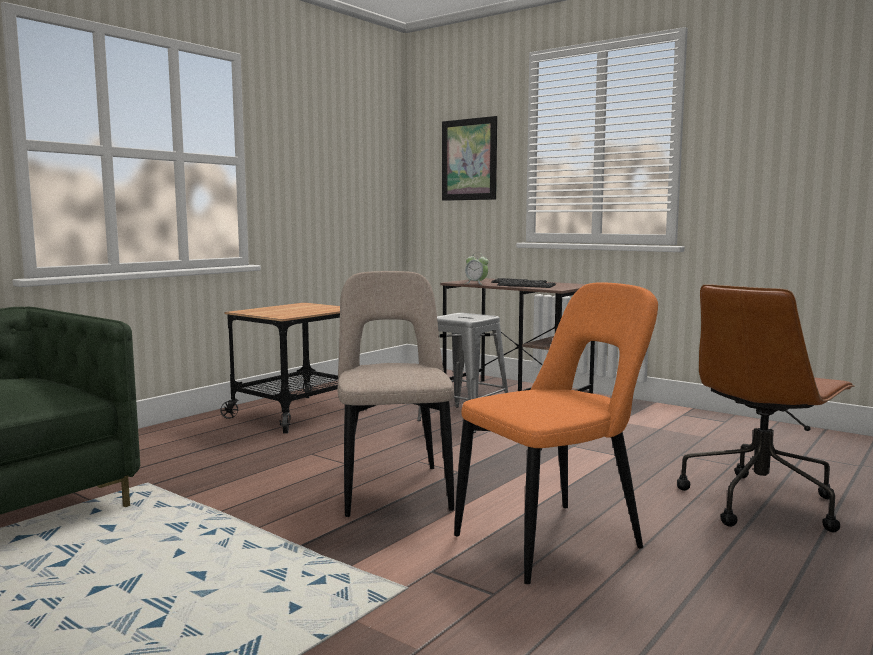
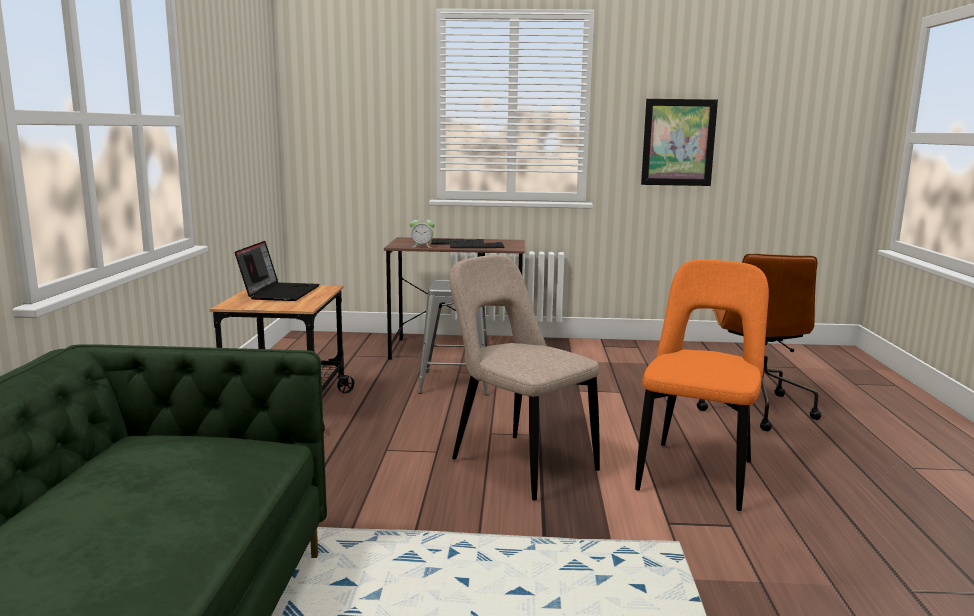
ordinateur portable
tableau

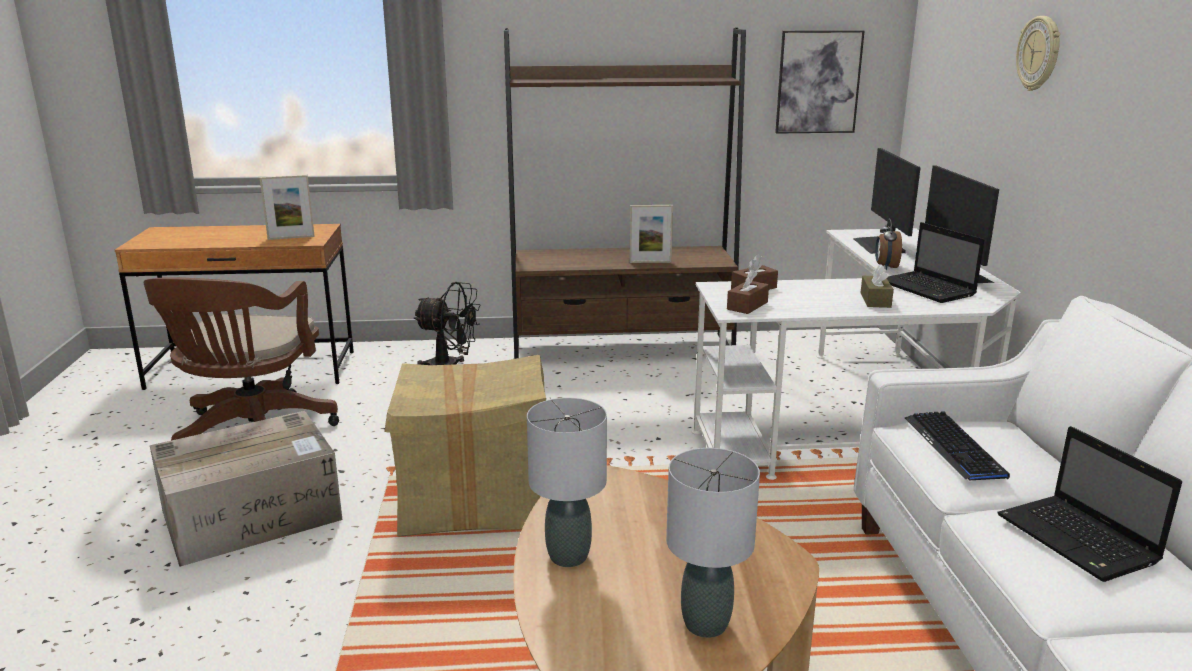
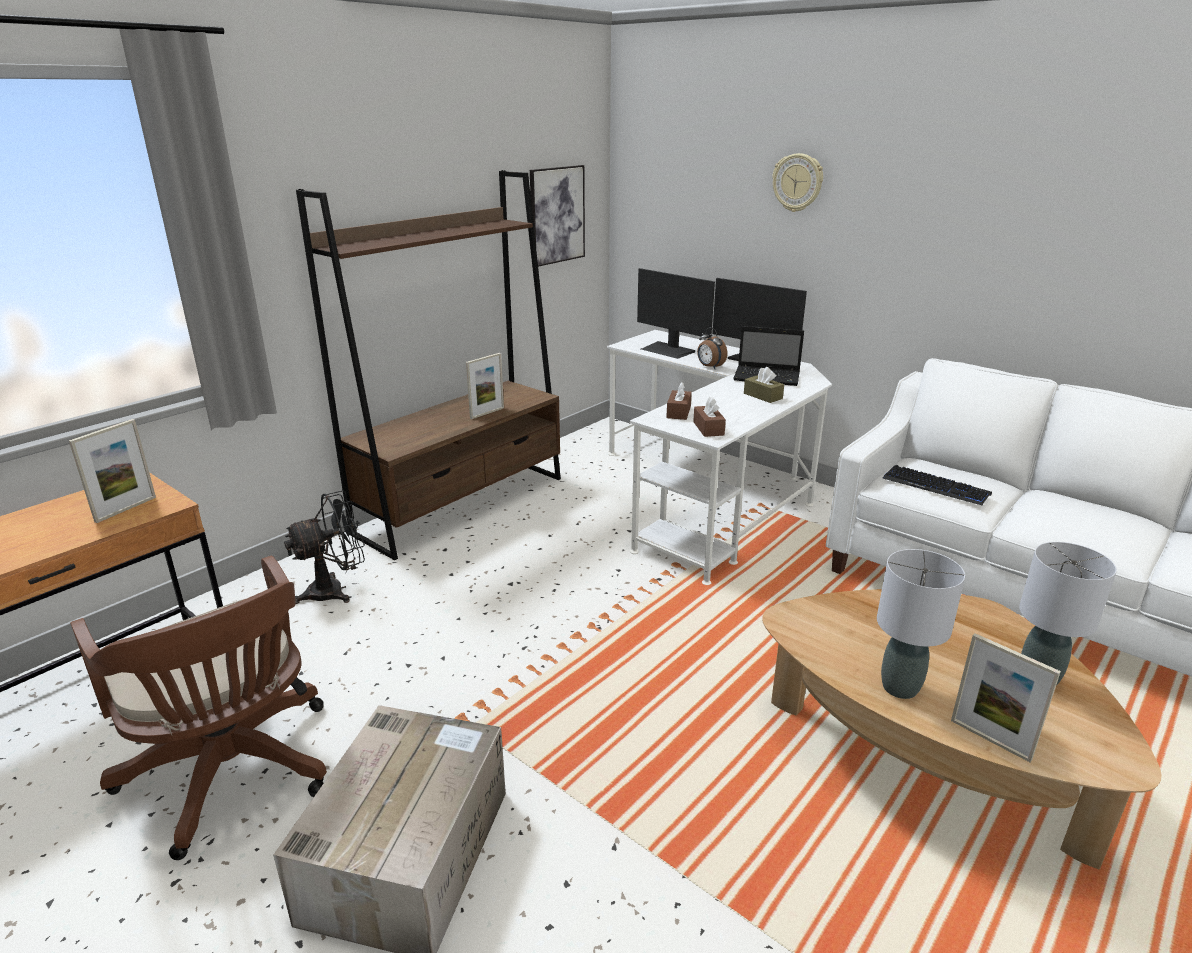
carton (2nd from left in the first image)
ordinateur portable (2nd from left in the first image)
cadre photo (3rd from left)

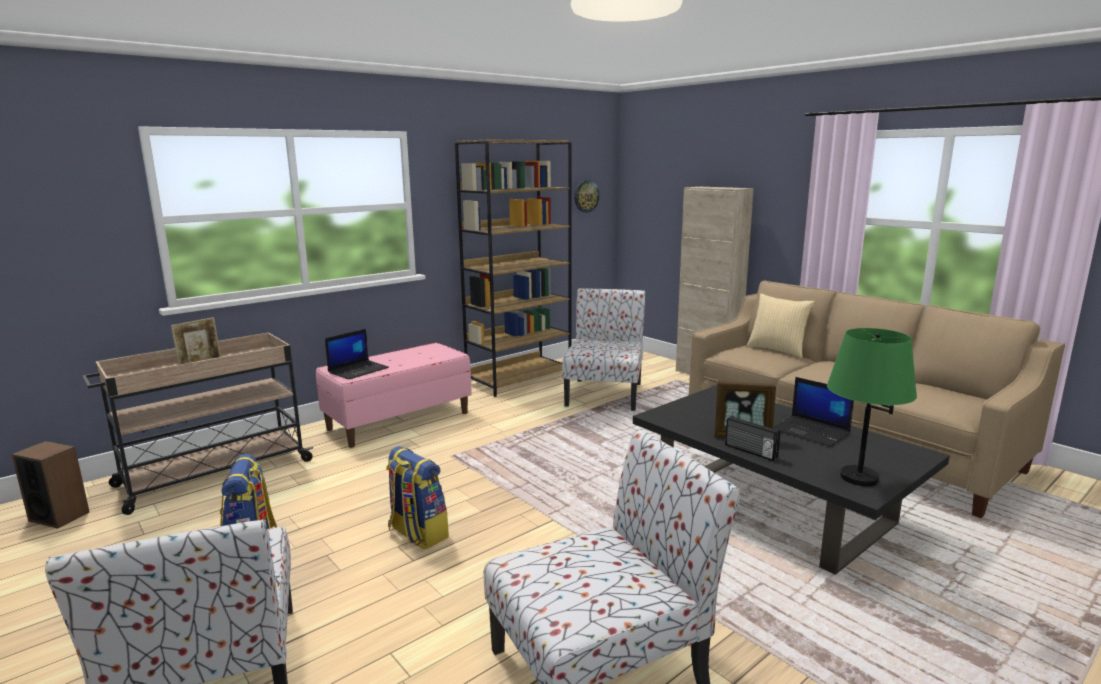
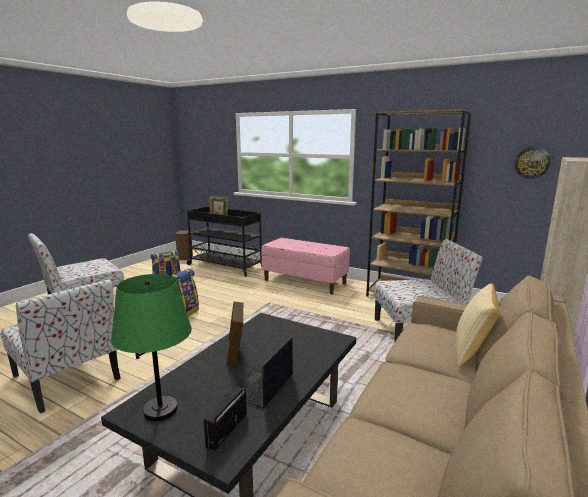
ordinateur portable (1st from left in the first image)
radio
chariot [noir]

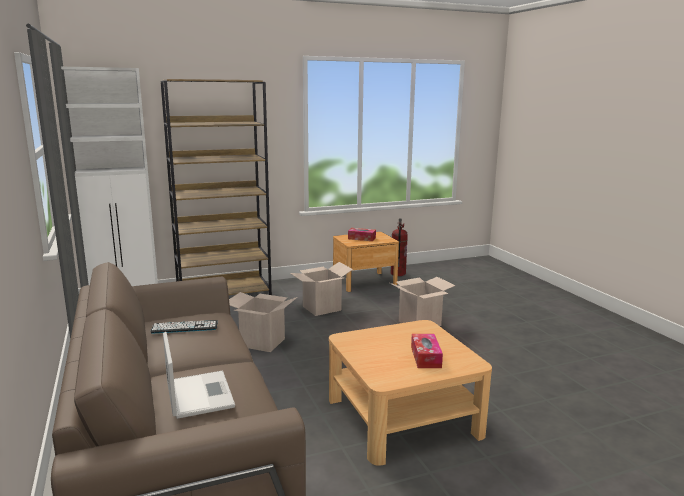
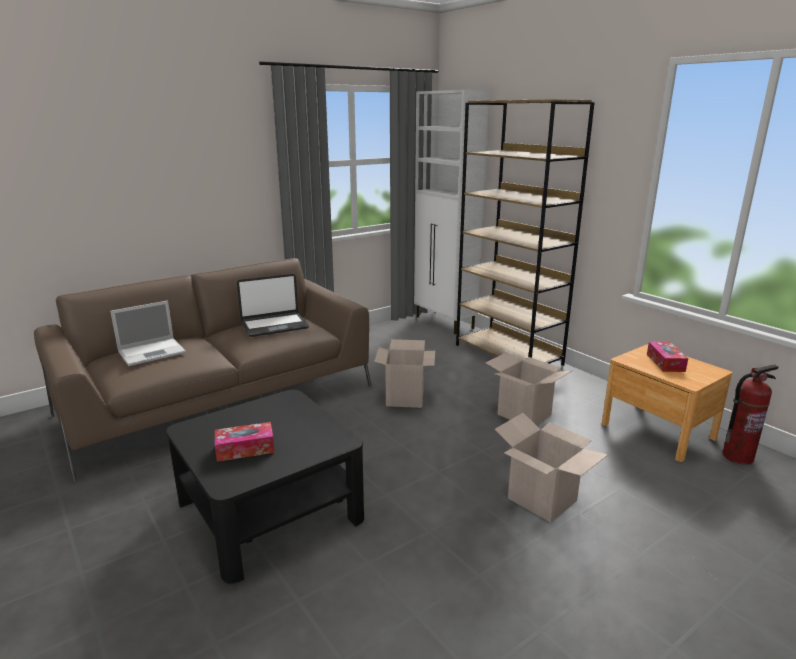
ordinateur portable (2nd from left)
table basse [noir]

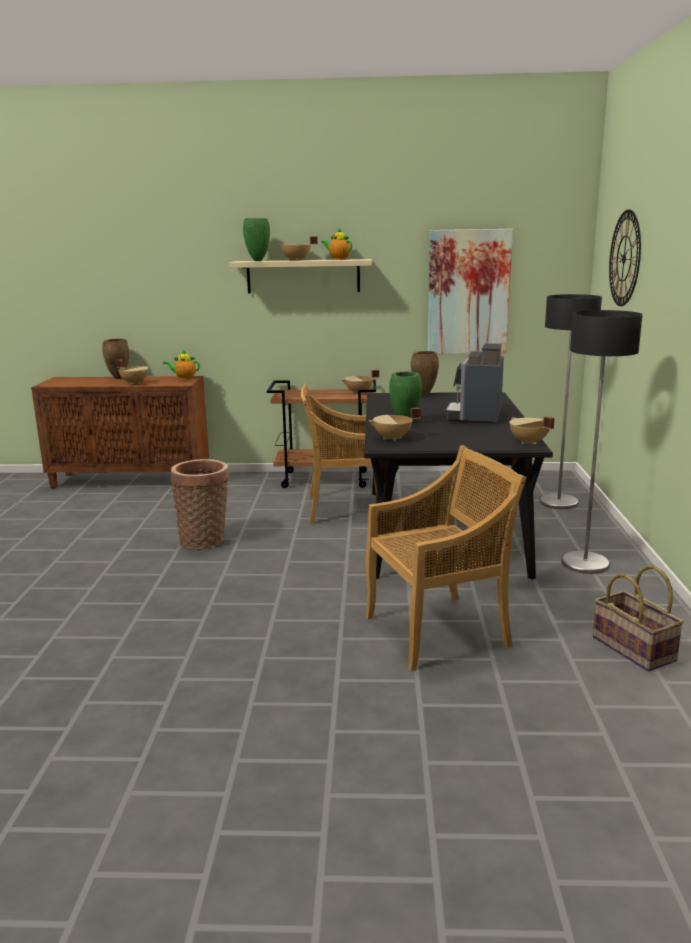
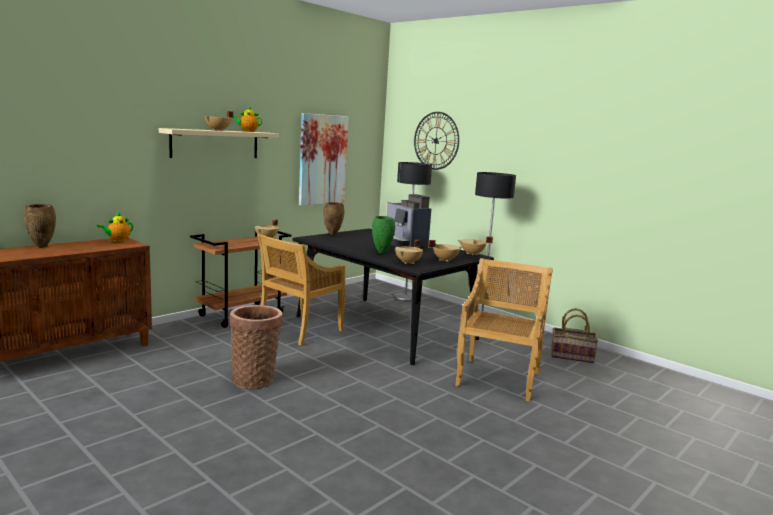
vase [vert] (1st from left in the first image)
marmite [beige] (4th from left)

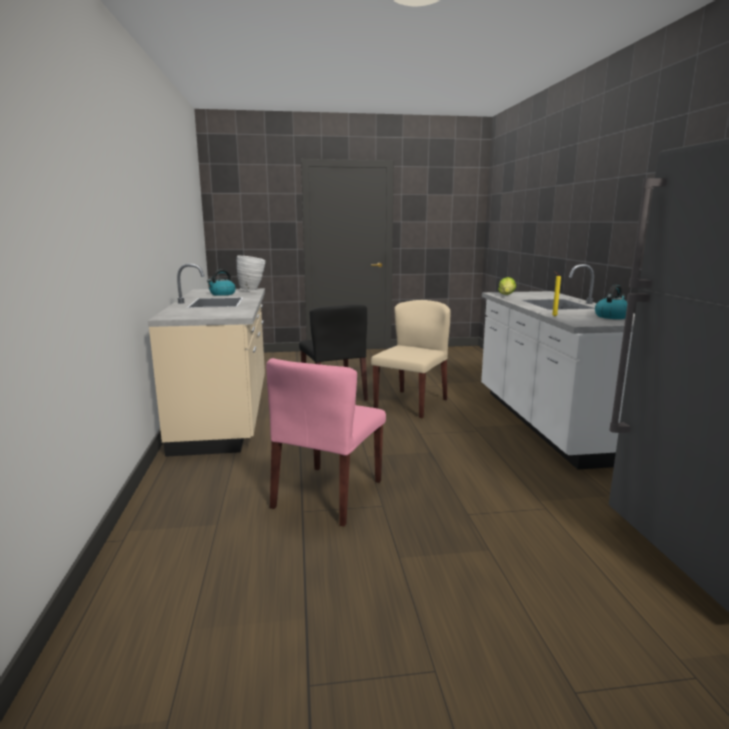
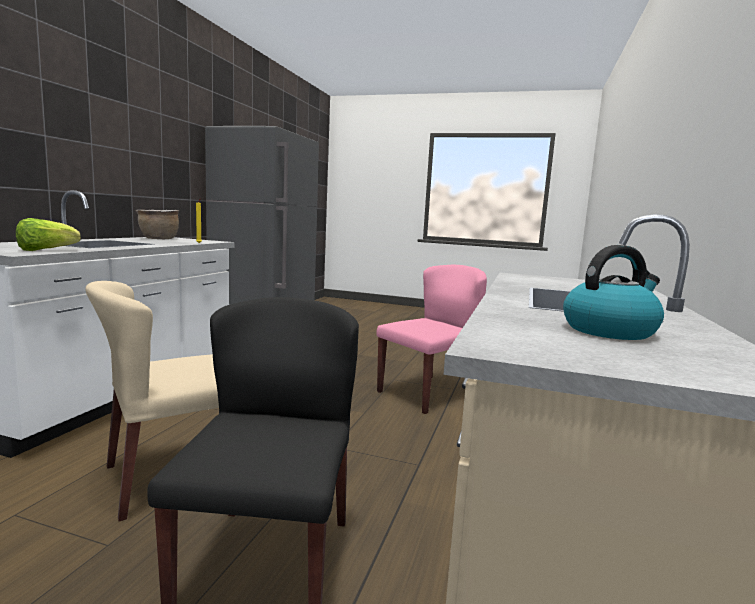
vase [blanc]
marmite [marron]

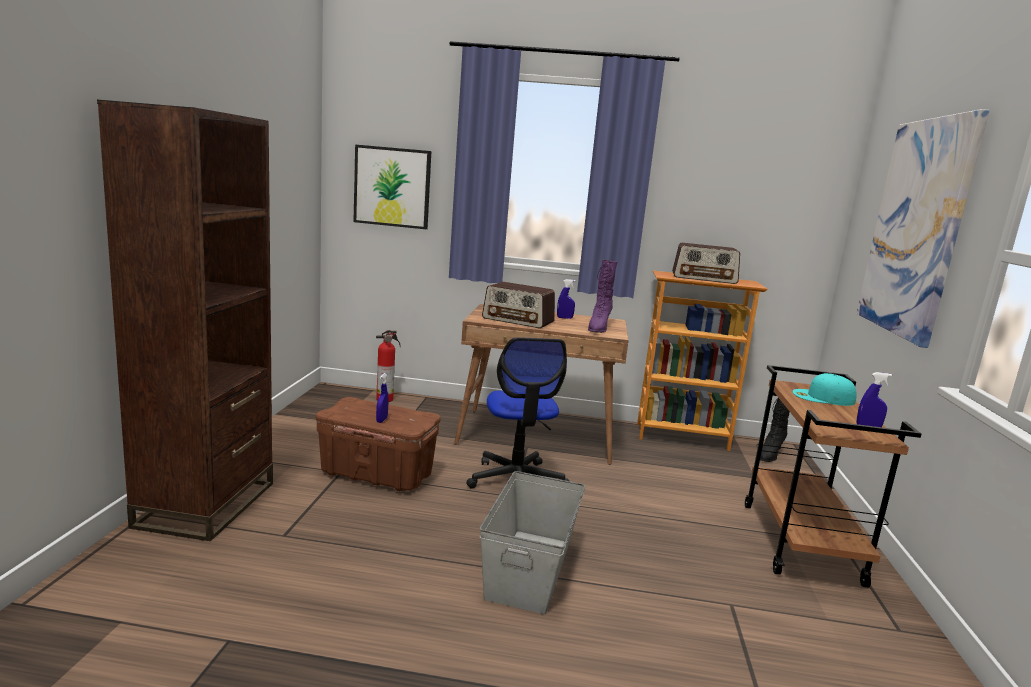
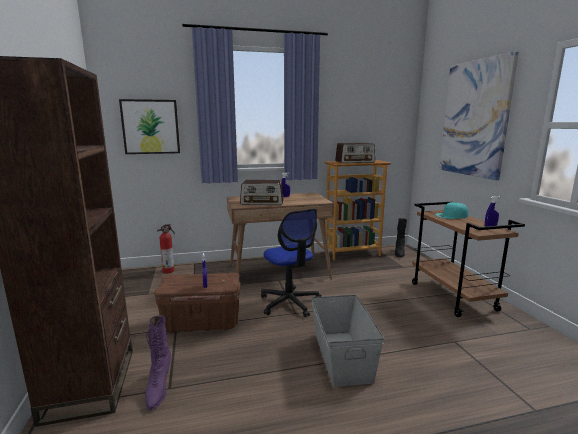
botte [violet]

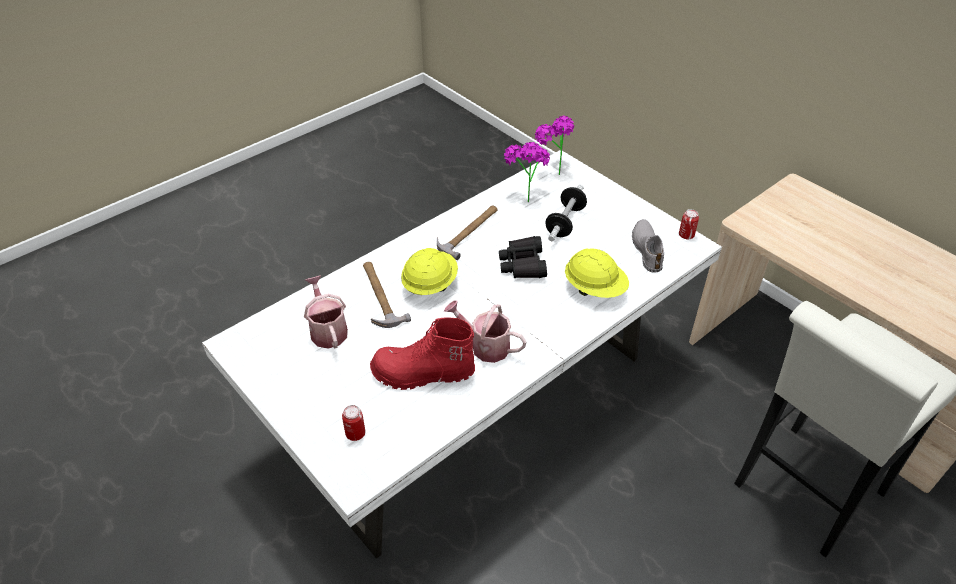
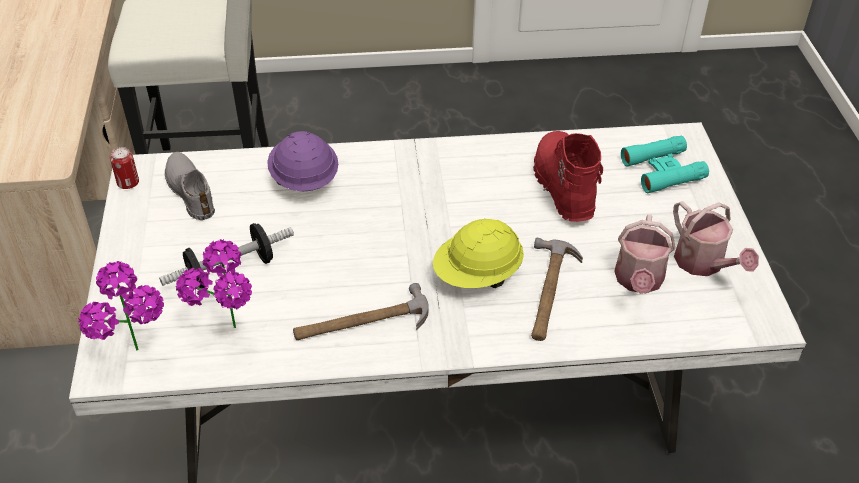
jumelles [noir]
arrosoir (2nd from left)
jumelles [turquoise]
casque de chantier [violet]
botte [rouge]
chaussure [gris]

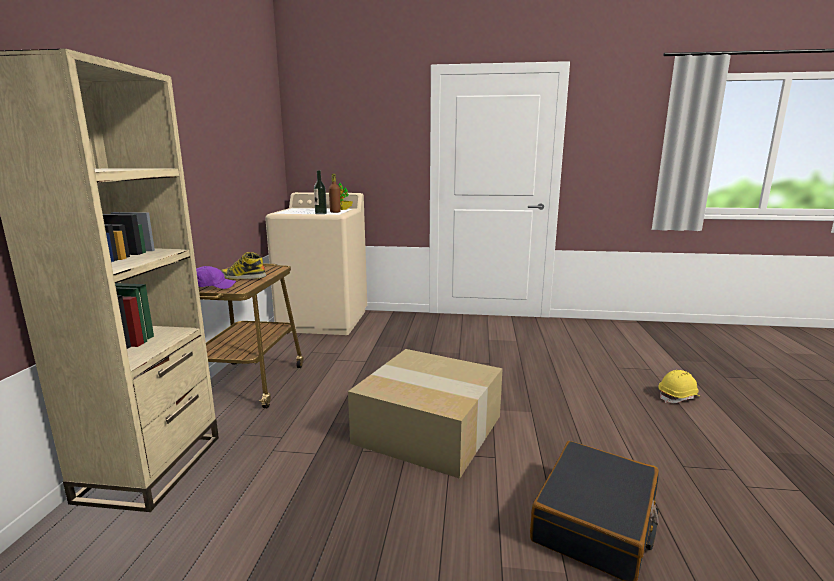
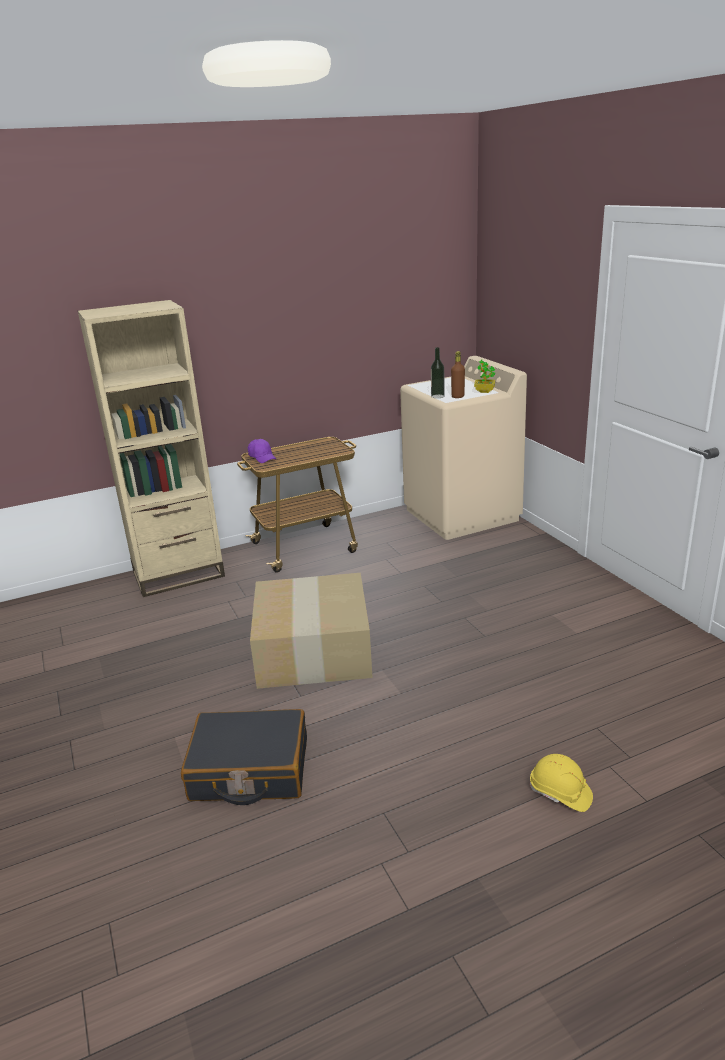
botte

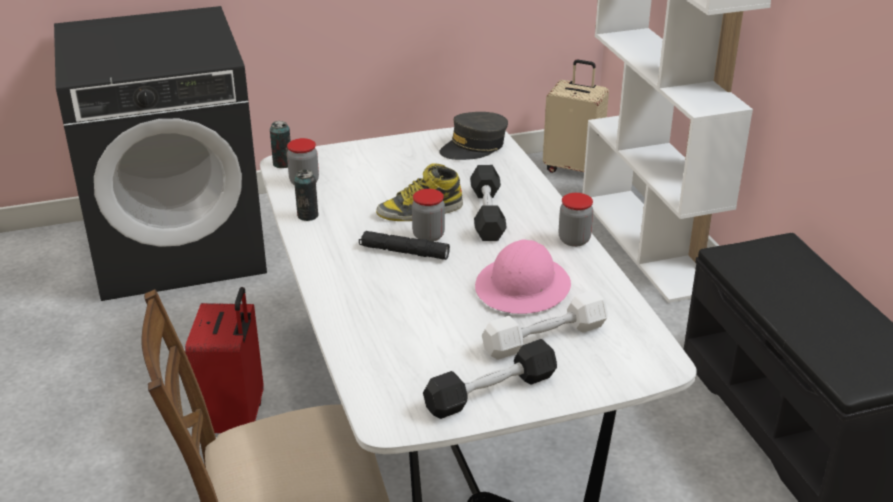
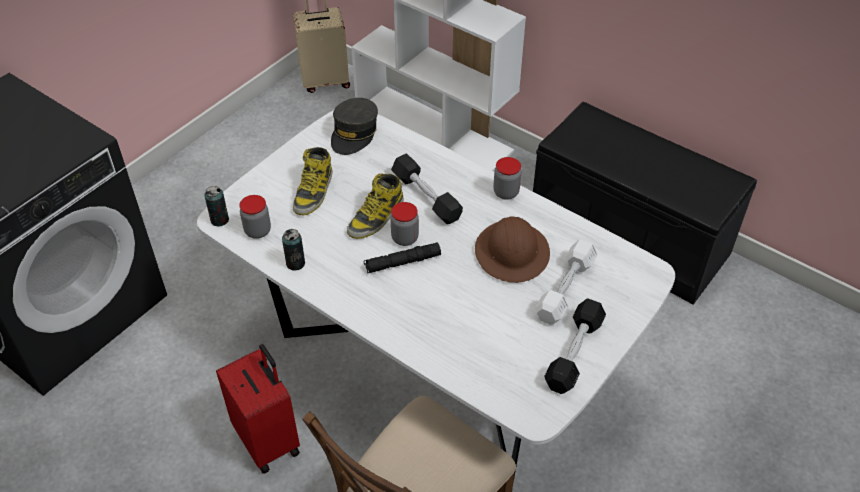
botte (1st from left)
casque de chantier [marron]

